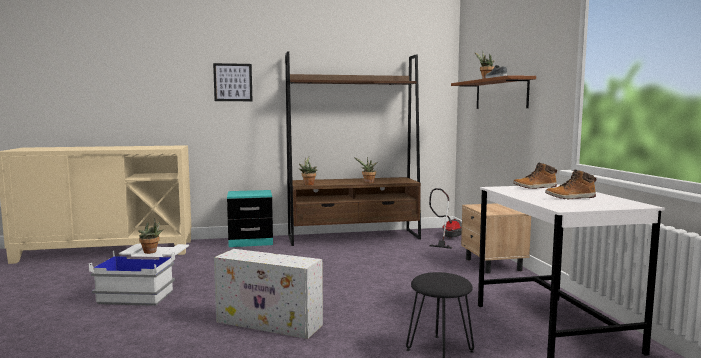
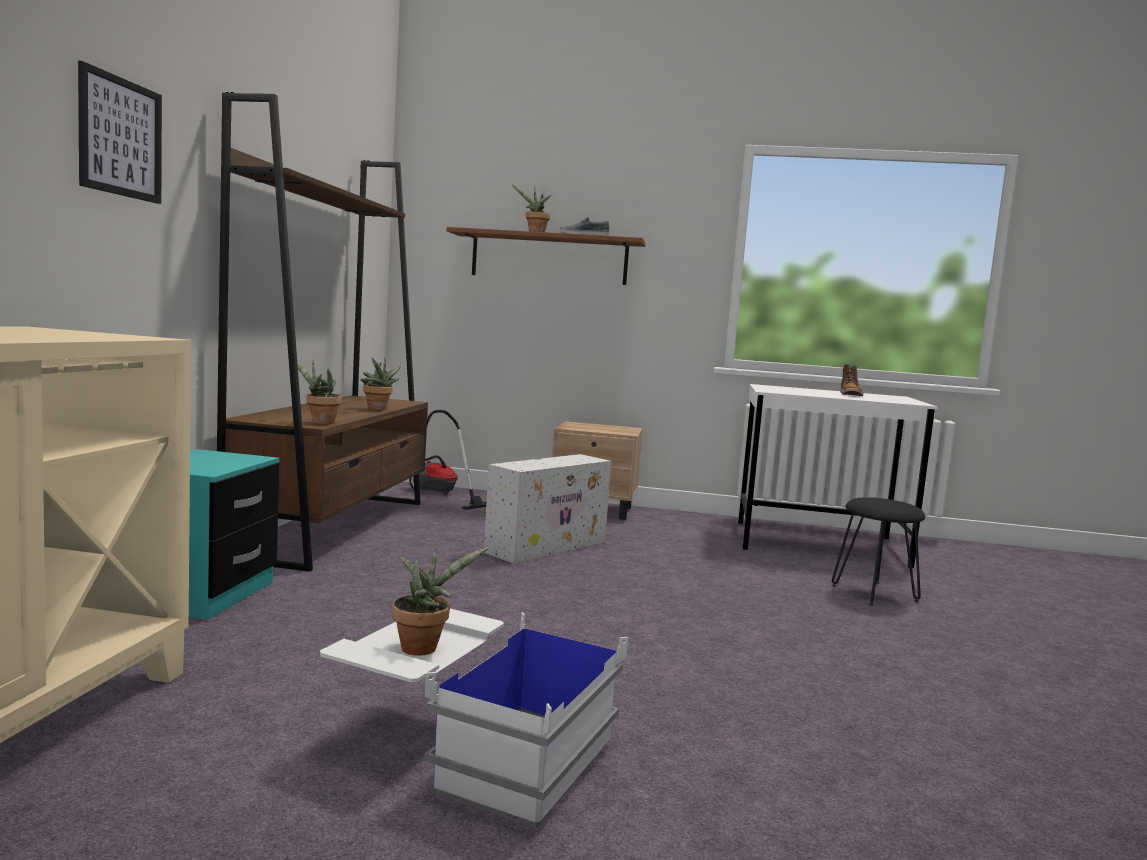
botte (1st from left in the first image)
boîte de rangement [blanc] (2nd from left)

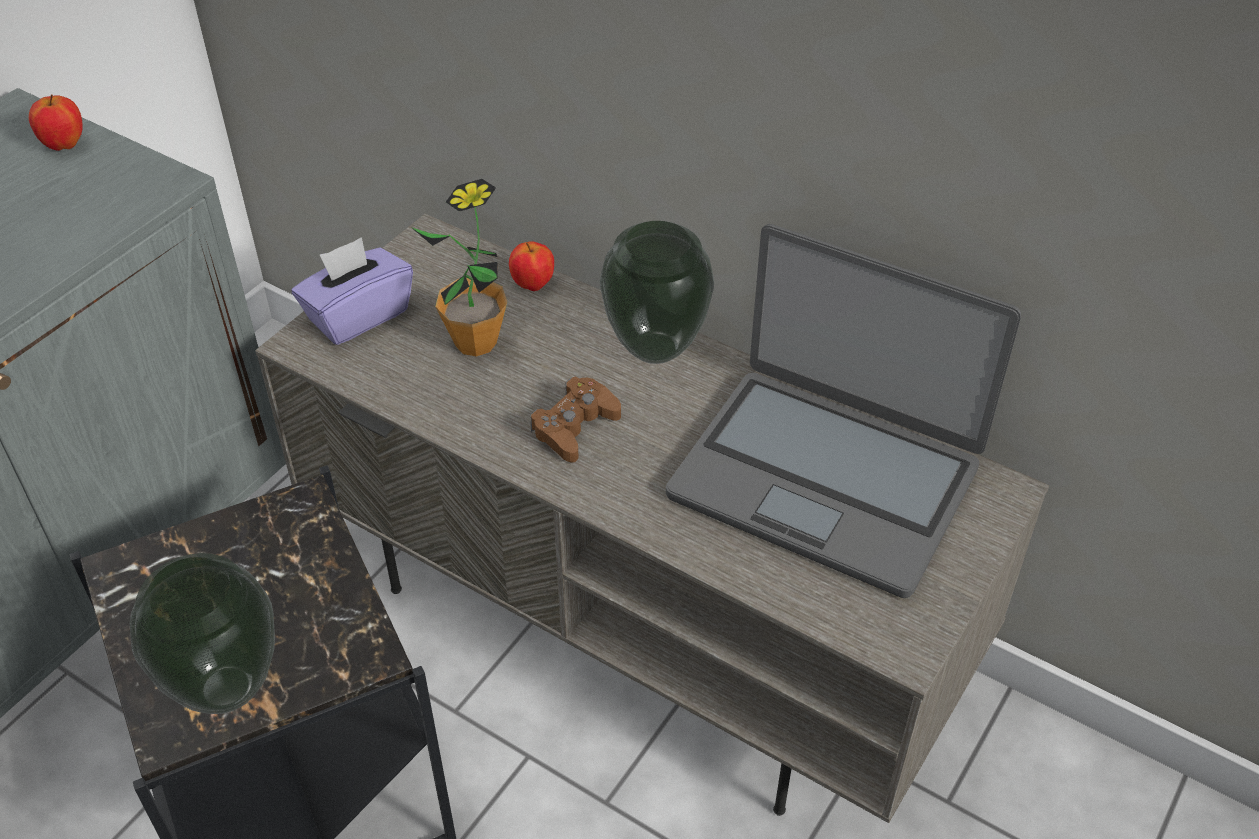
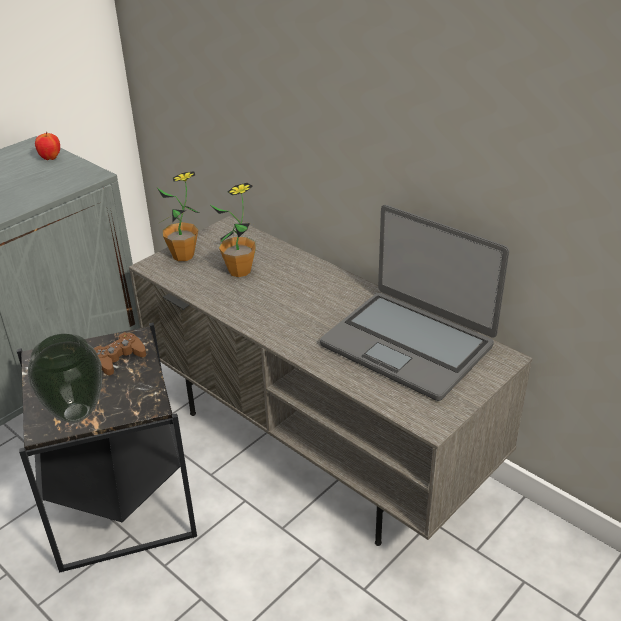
pomme (2nd from left in the first image)
vase (2nd from left in the first image)
manette [marron]
plante en pot (1st from left)

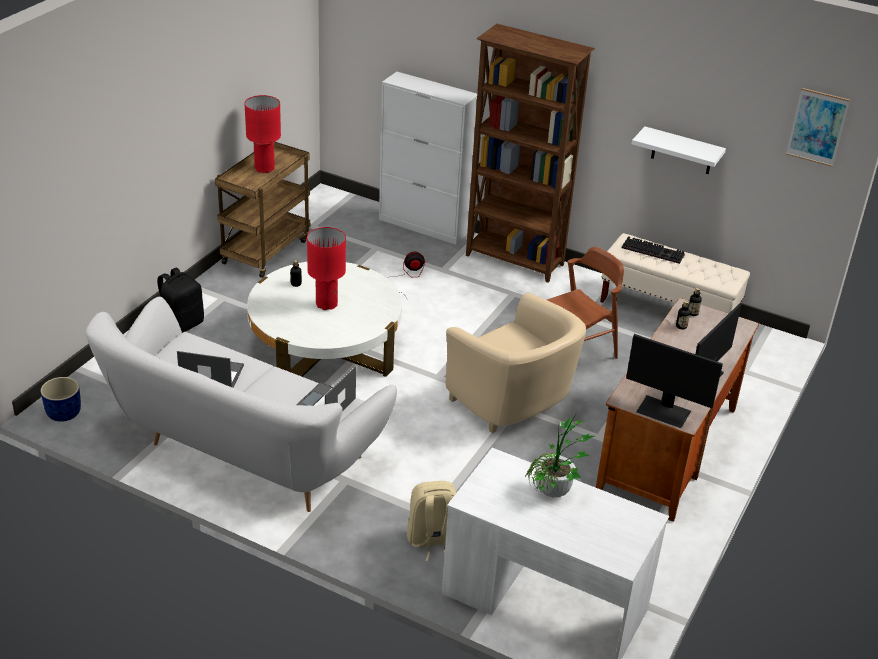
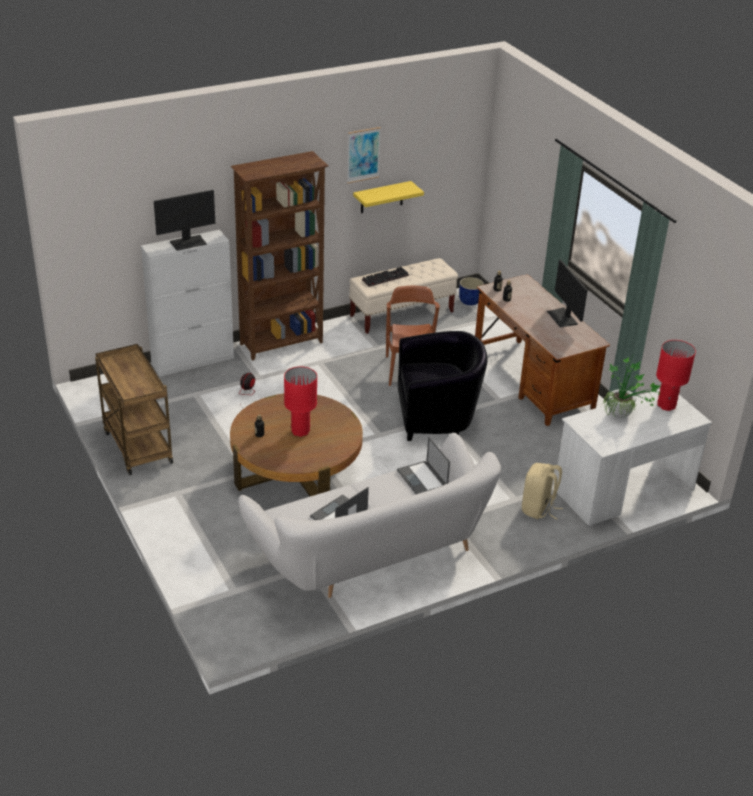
sac à dos [noir]
cache-pot [bleu]
lampe de table [rouge] (2nd from left)
écran d'ordinateur (1st from left)
tableau
table basse [marron]
fauteuil [noir]
étagère [jaune]

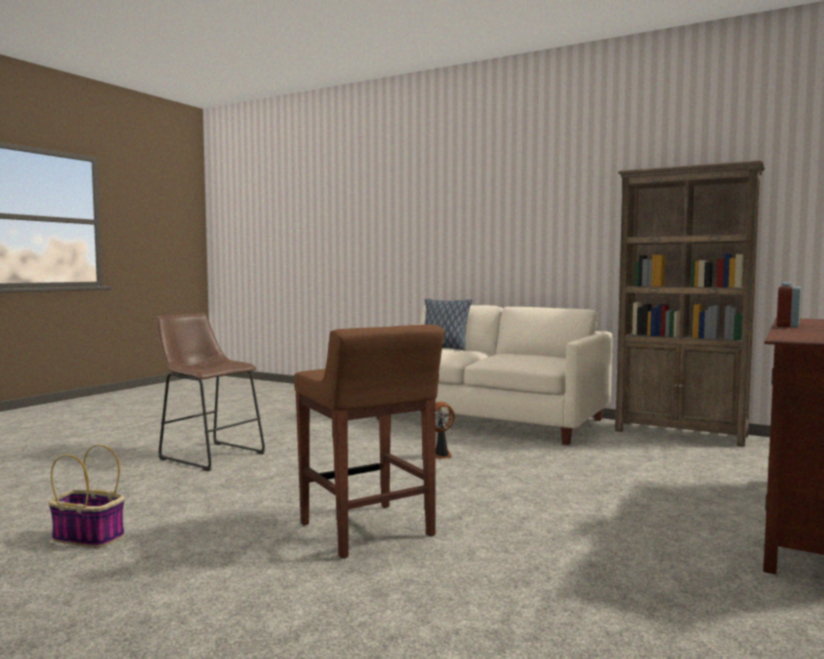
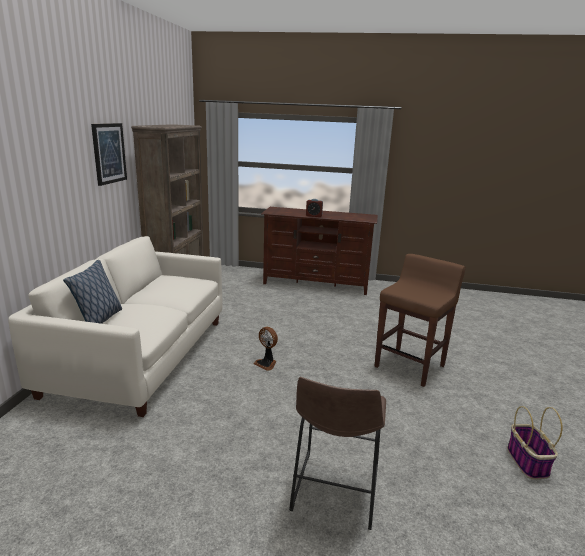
tableau

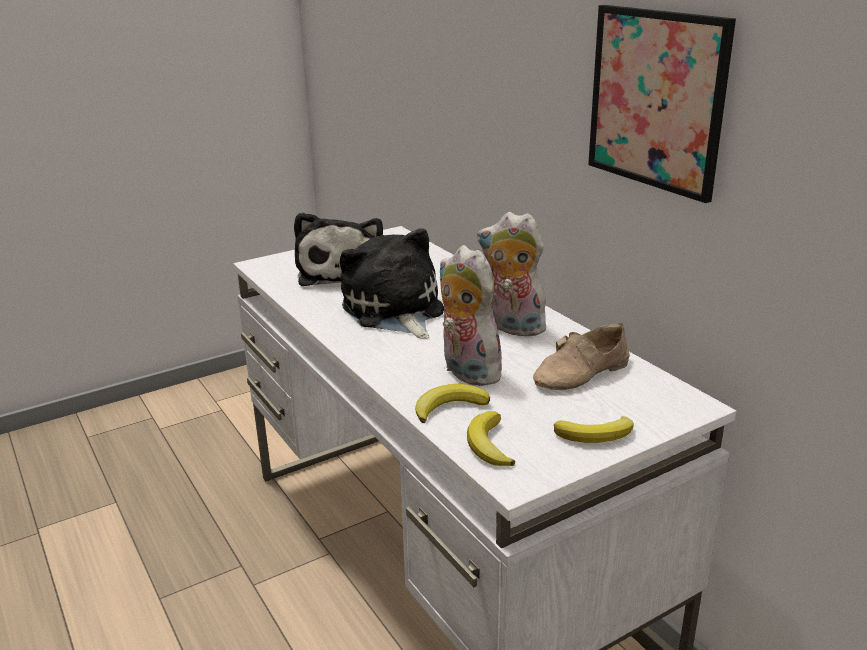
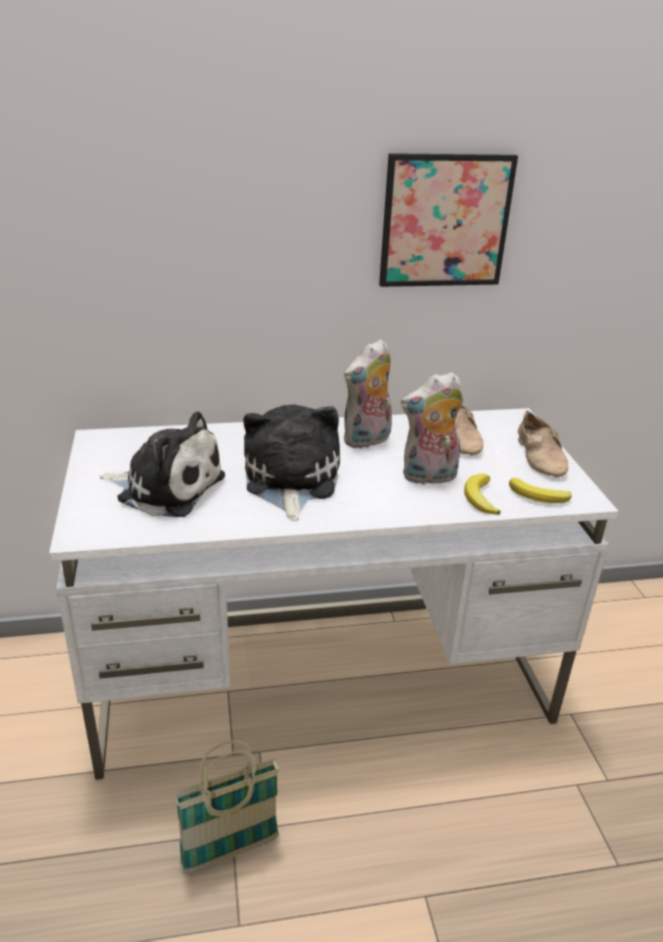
panier
chaussure [beige] (2nd from left)
peluche (2nd from left)

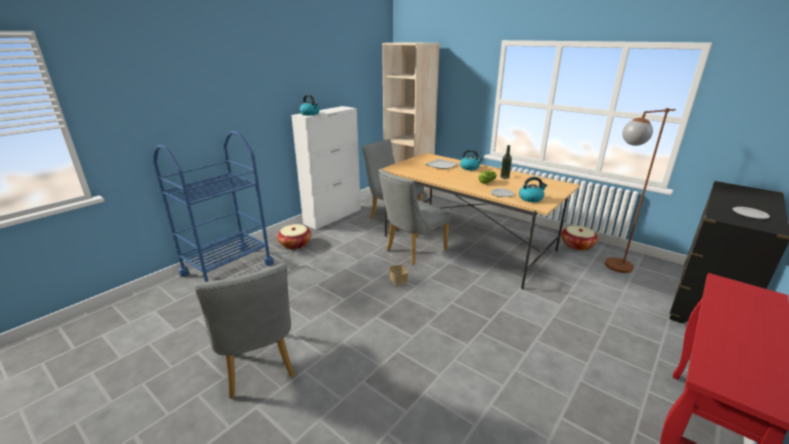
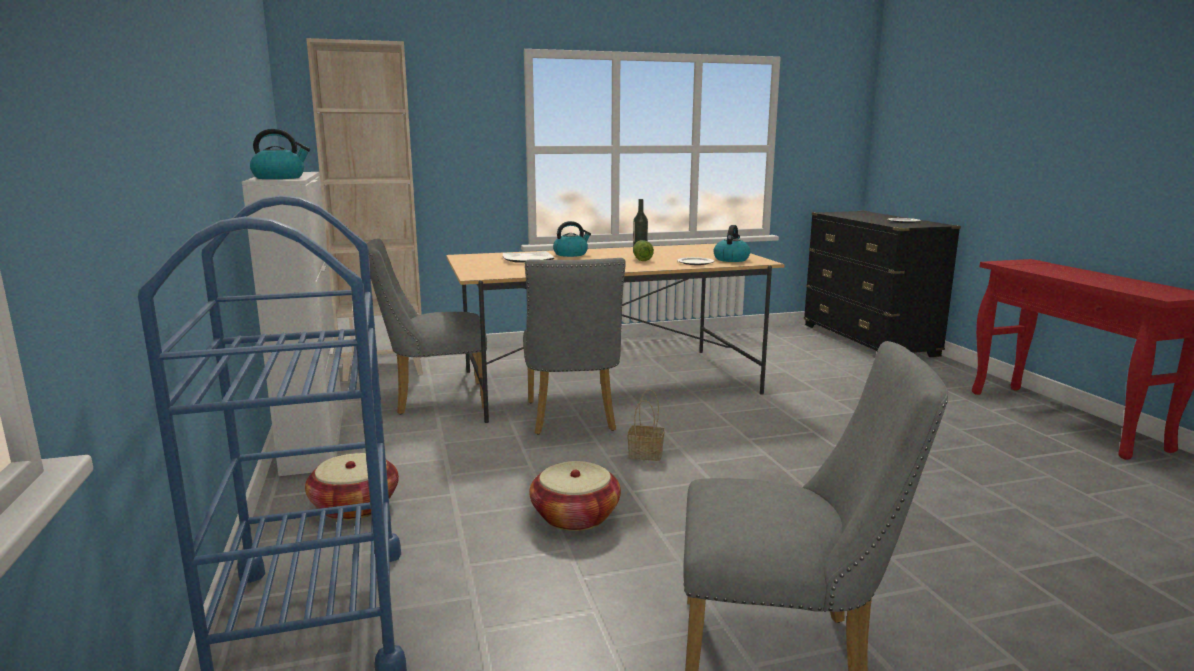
lampadaire [marron]
panier (2nd from left)

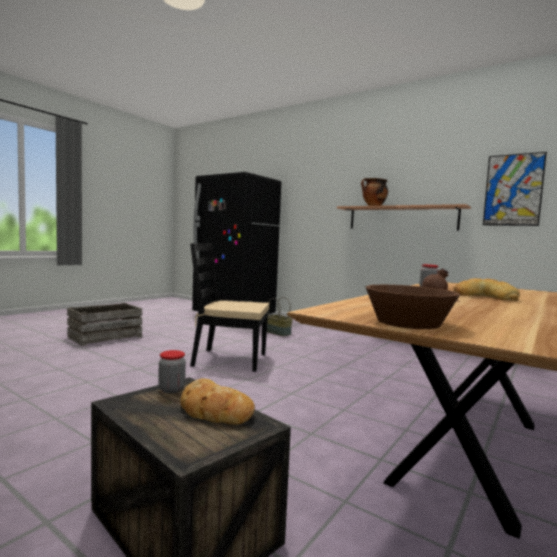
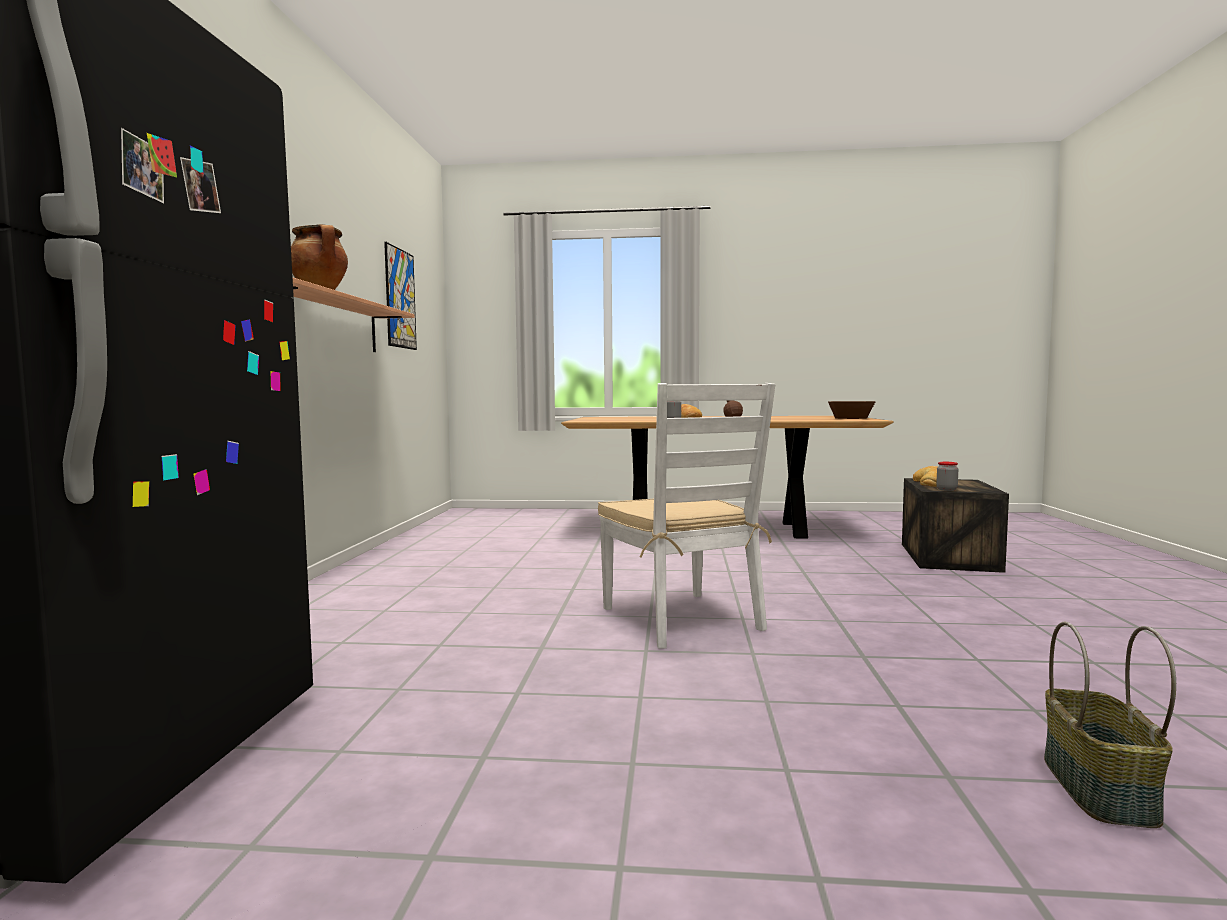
caisse (1st from left in the first image)
panier
chaise [blanc]

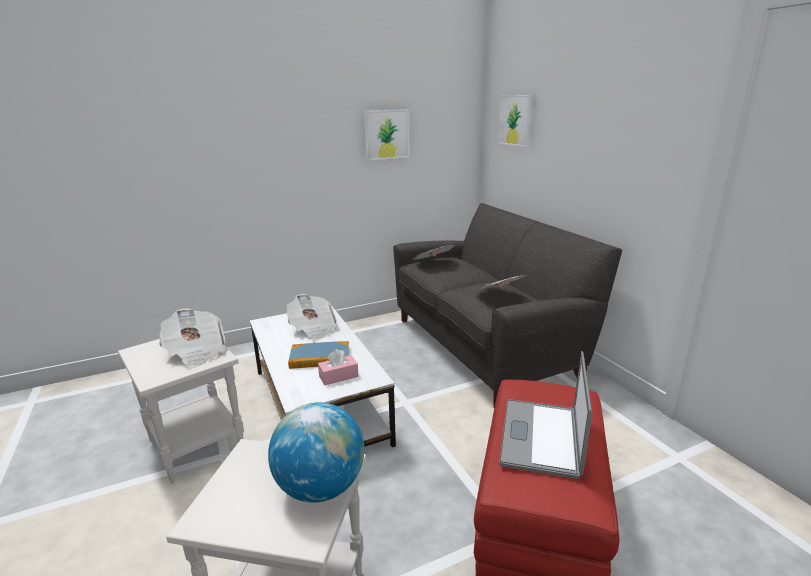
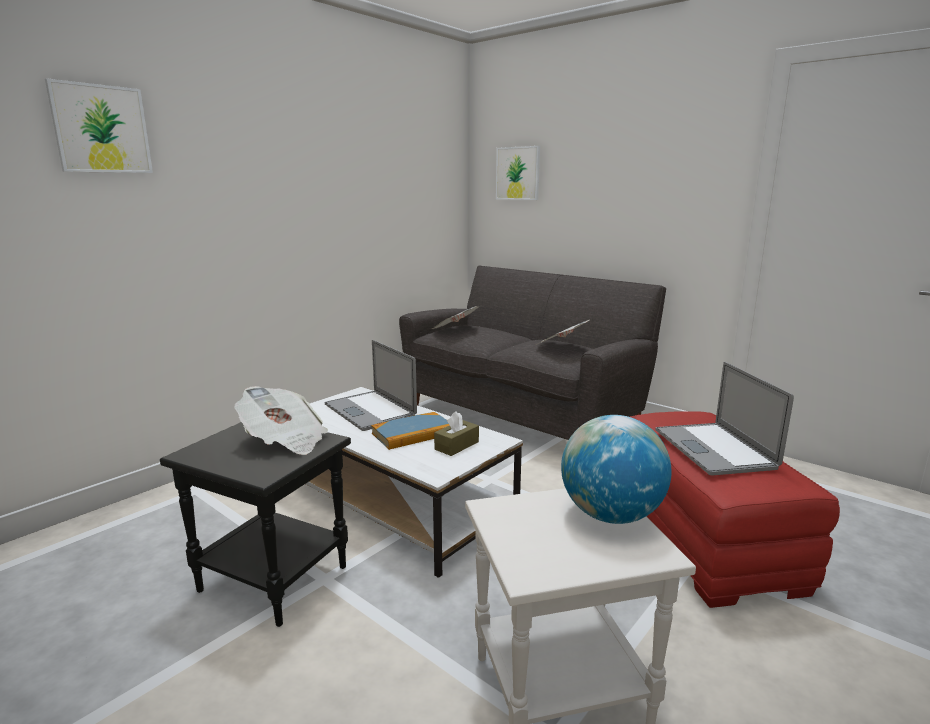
tableau (1st from left)
ordinateur portable (1st from left)
table d'appoint [noir]
boîte à mouchoirs [marron]

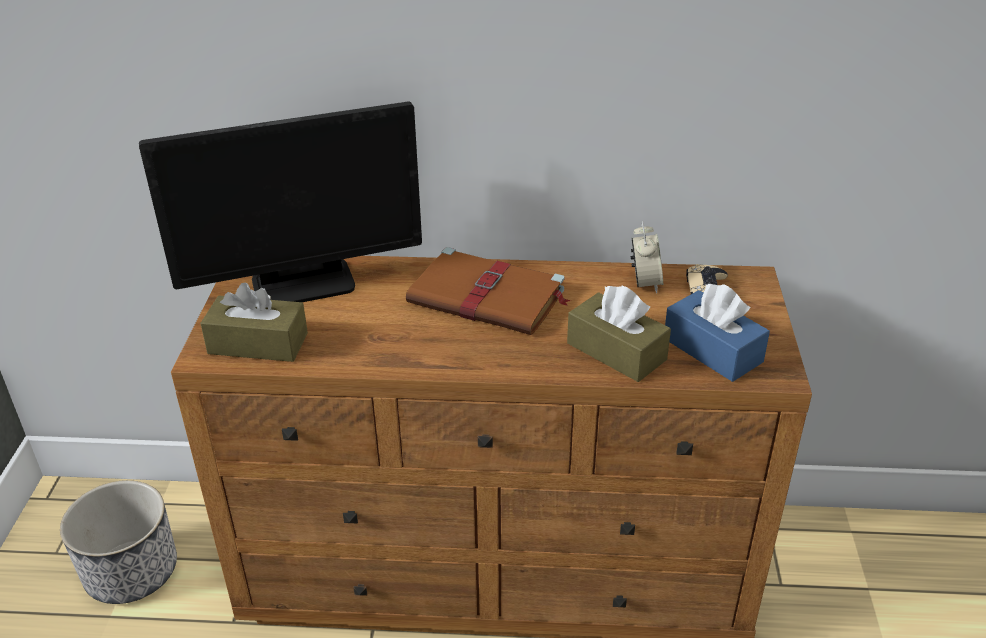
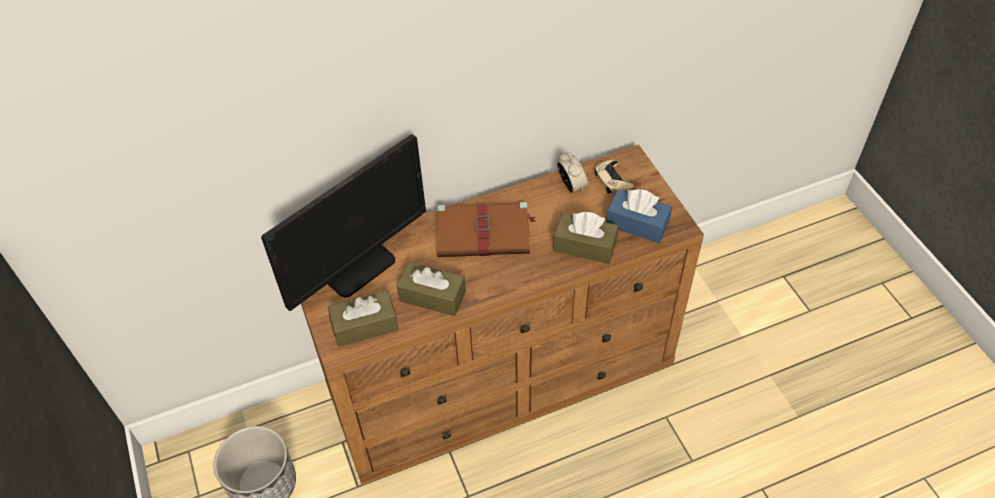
boîte à mouchoirs [marron] (2nd from left)

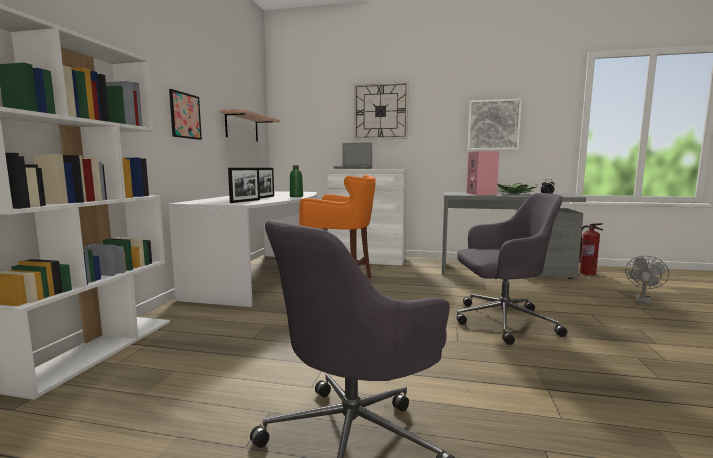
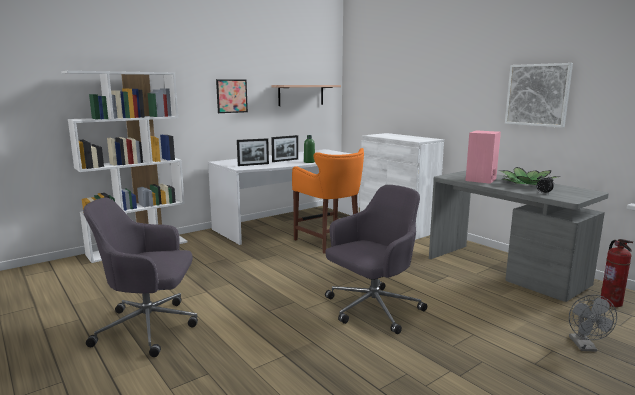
ordinateur portable
horloge murale
chaise de bureau [gris] (2nd from left)
ventilateur [gris]

